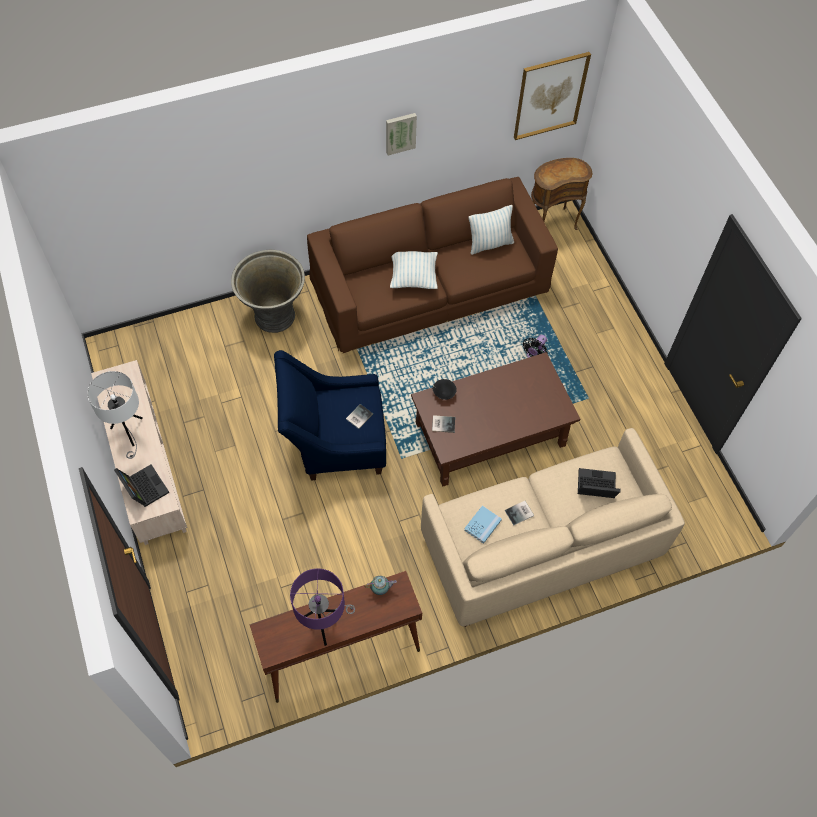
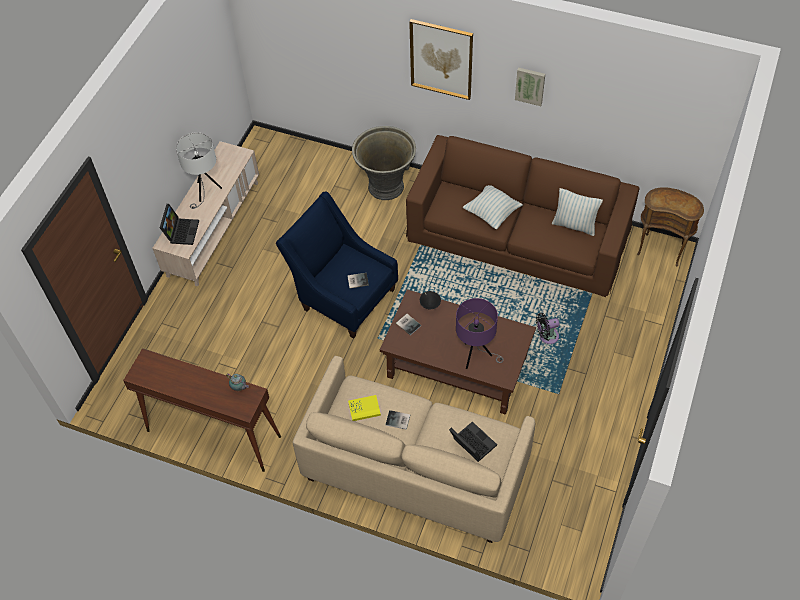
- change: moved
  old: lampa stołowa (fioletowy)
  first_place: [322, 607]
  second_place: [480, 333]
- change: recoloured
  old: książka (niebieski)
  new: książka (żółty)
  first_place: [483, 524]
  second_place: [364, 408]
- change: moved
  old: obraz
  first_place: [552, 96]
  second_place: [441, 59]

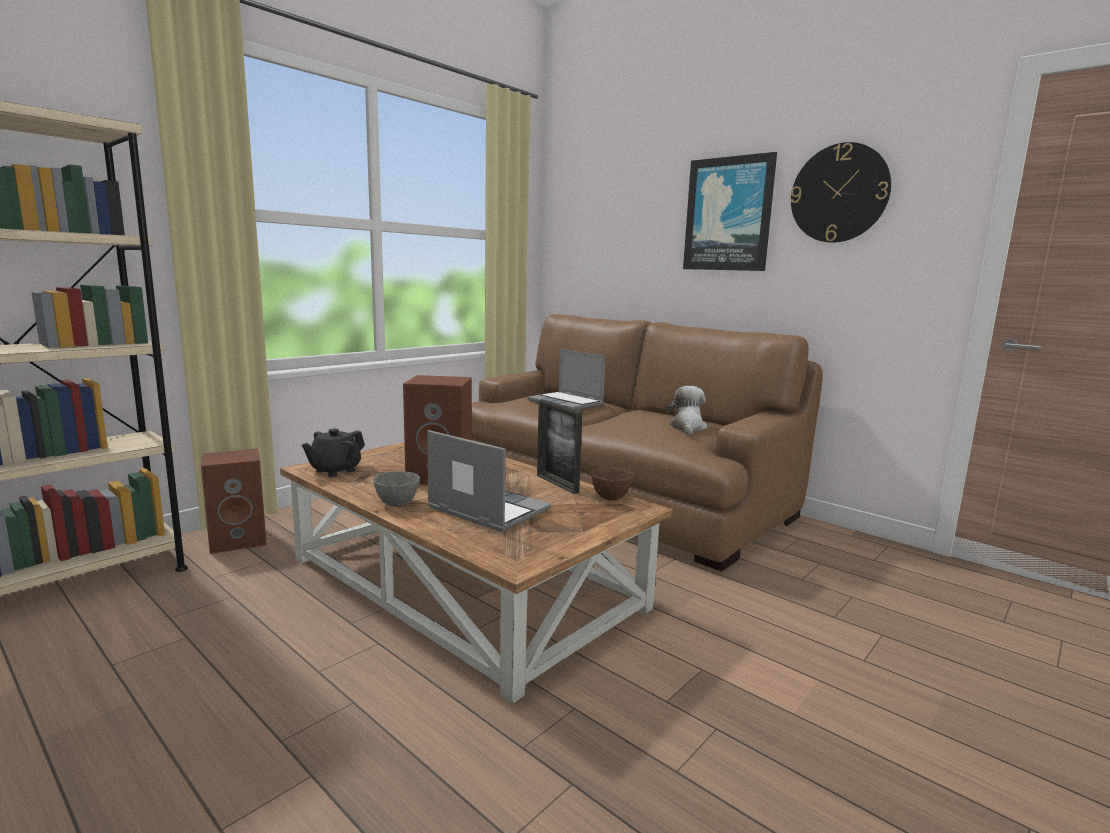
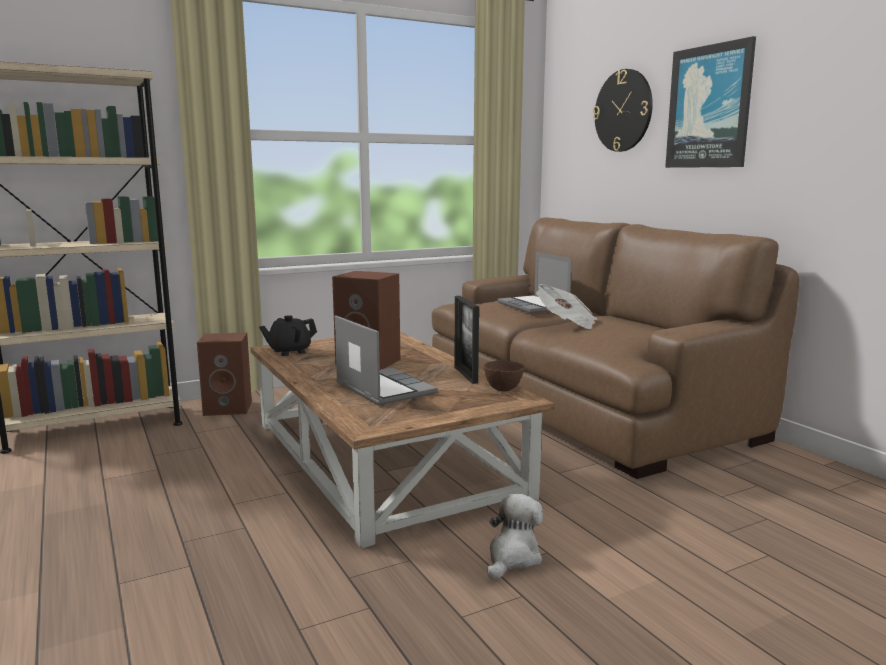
- change: removed
  old: miska (szary)
  first_place: [396, 489]
- change: moved
  old: pluszak
  first_place: [687, 410]
  second_place: [515, 536]
- change: moved
  old: zegar ścienny
  first_place: [840, 192]
  second_place: [623, 110]
- change: added
  new: gazeta
  second_place: [566, 306]

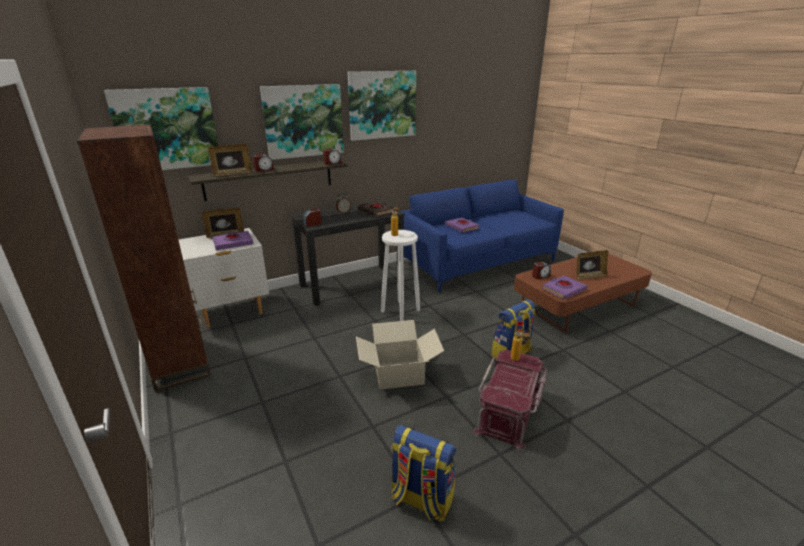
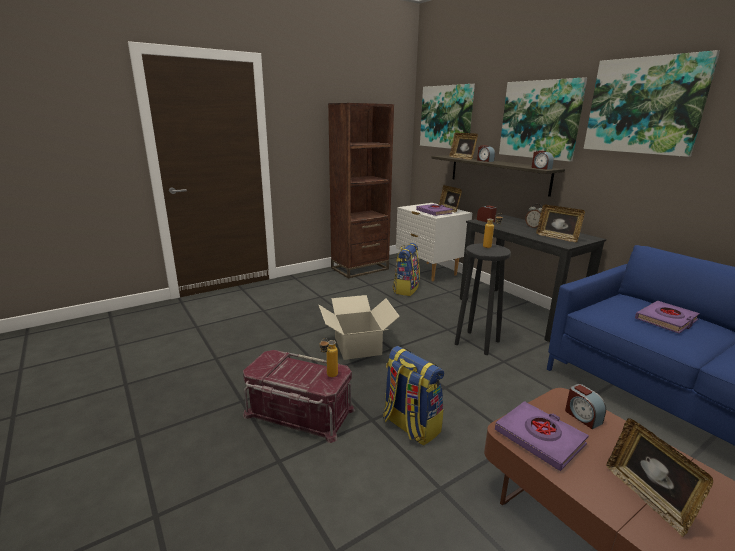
- change: replaced
  old: książka (czarny)
  new: ramka na zdjęcie
  first_place: [376, 209]
  second_place: [560, 223]
- change: recoloured
  old: stołek (biały)
  new: stołek (czarny)
  first_place: [400, 275]
  second_place: [483, 299]
- change: moved
  old: plecak
  first_place: [424, 473]
  second_place: [406, 269]

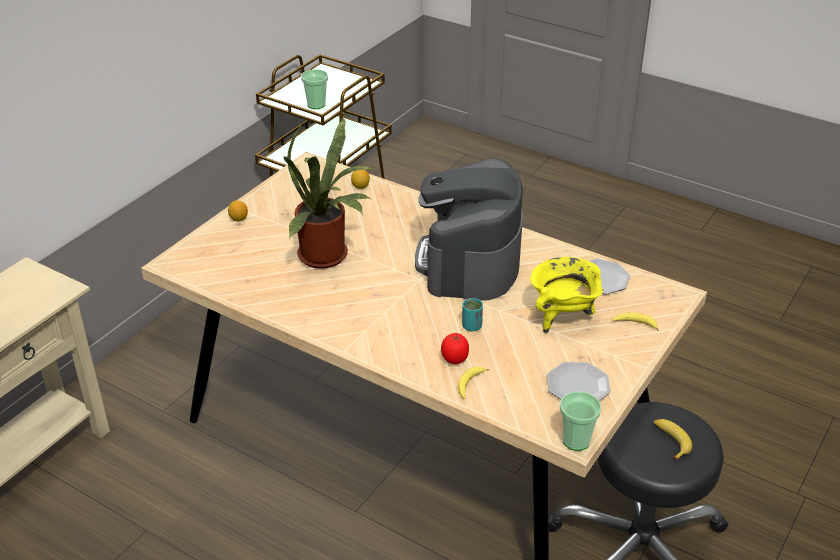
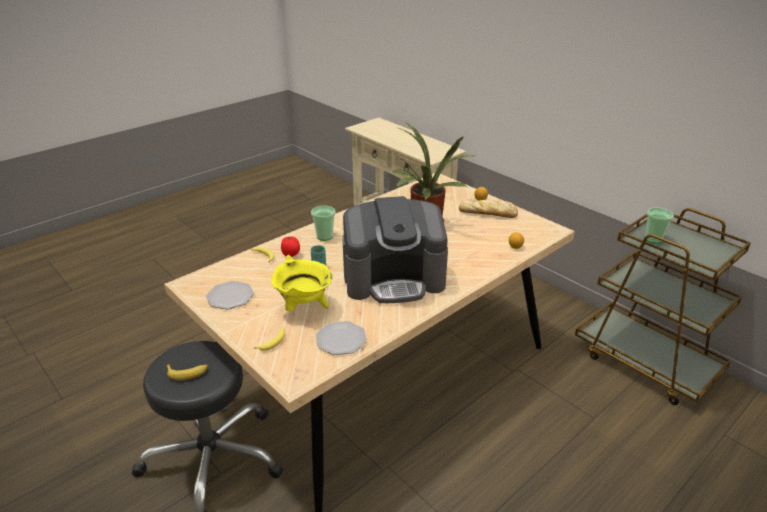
- change: turned
  old: ekspres do kawy
  first_place: [469, 229]
  second_place: [395, 249]
  degrees: 150
- change: moved
  old: filiżanka
  first_place: [581, 421]
  second_place: [323, 223]
- change: added
  new: chleb
  second_place: [488, 208]

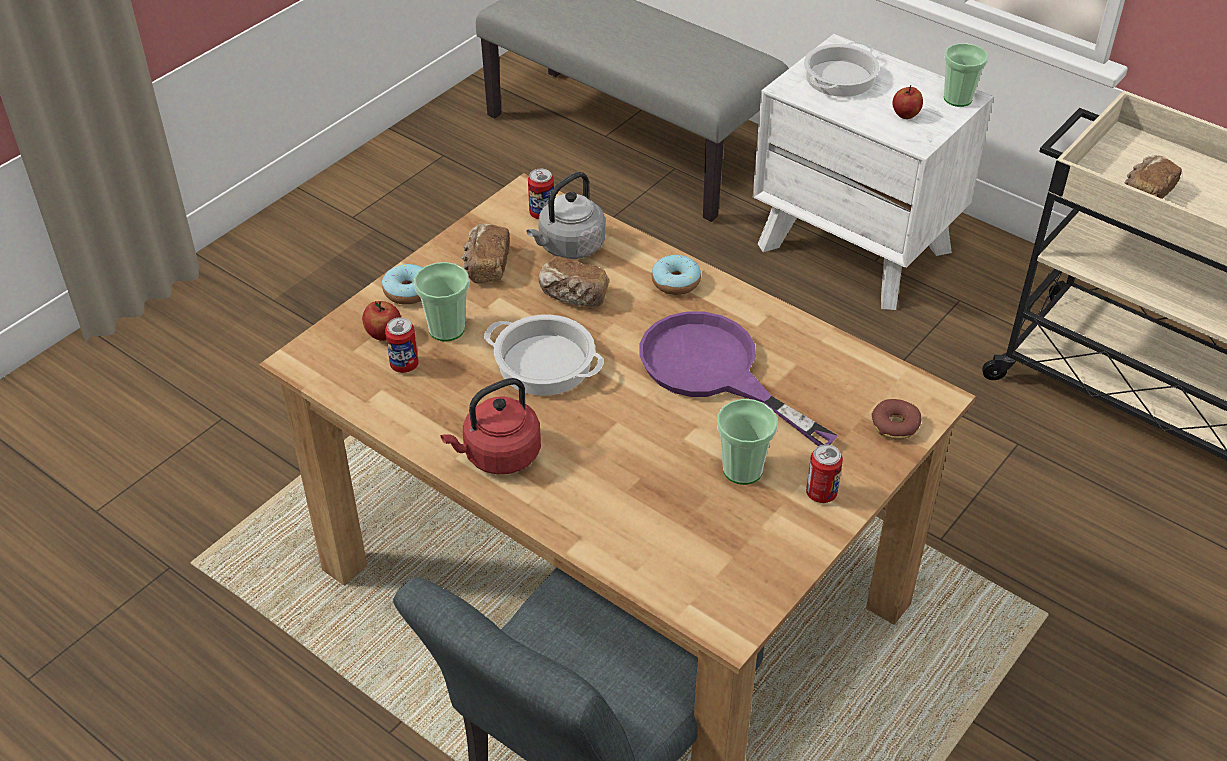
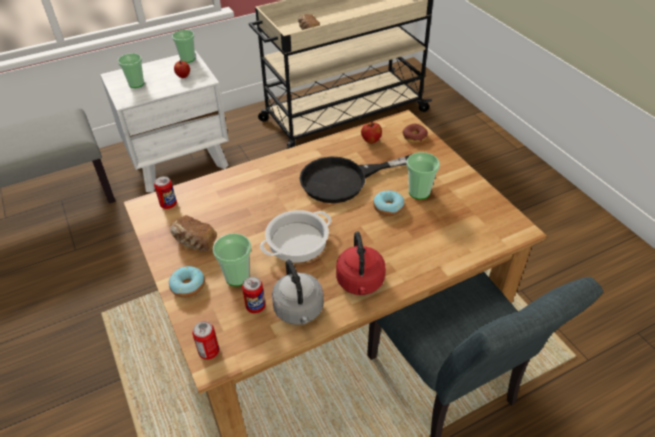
- change: moved
  old: jabłko
  first_place: [381, 321]
  second_place: [371, 132]
- change: moved
  old: czajnik (szary)
  first_place: [565, 215]
  second_place: [298, 292]
- change: removed
  old: chleb
  first_place: [574, 281]
- change: recoloured
  old: patelnia (fioletowy)
  new: patelnia (czarny)
  first_place: [739, 379]
  second_place: [355, 178]
- change: moved
  old: donut
  first_place: [676, 275]
  second_place: [389, 203]
- change: replaced
  old: garnek
  new: filiżanka
  first_place: [842, 69]
  second_place: [131, 70]
- change: moved
  old: puszka
  first_place: [824, 473]
  second_place: [205, 340]

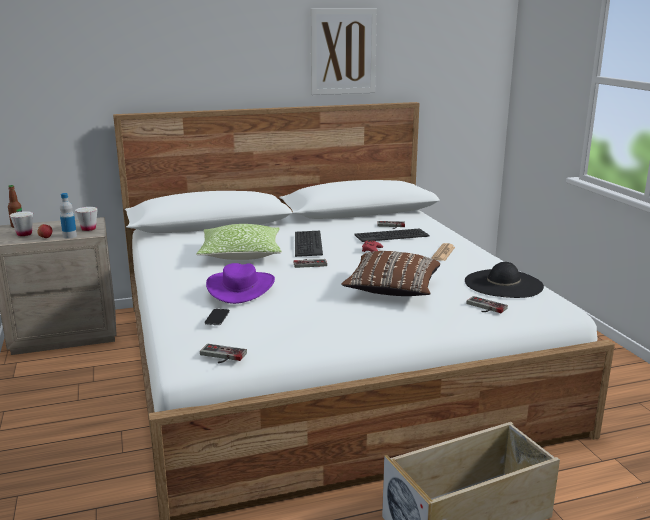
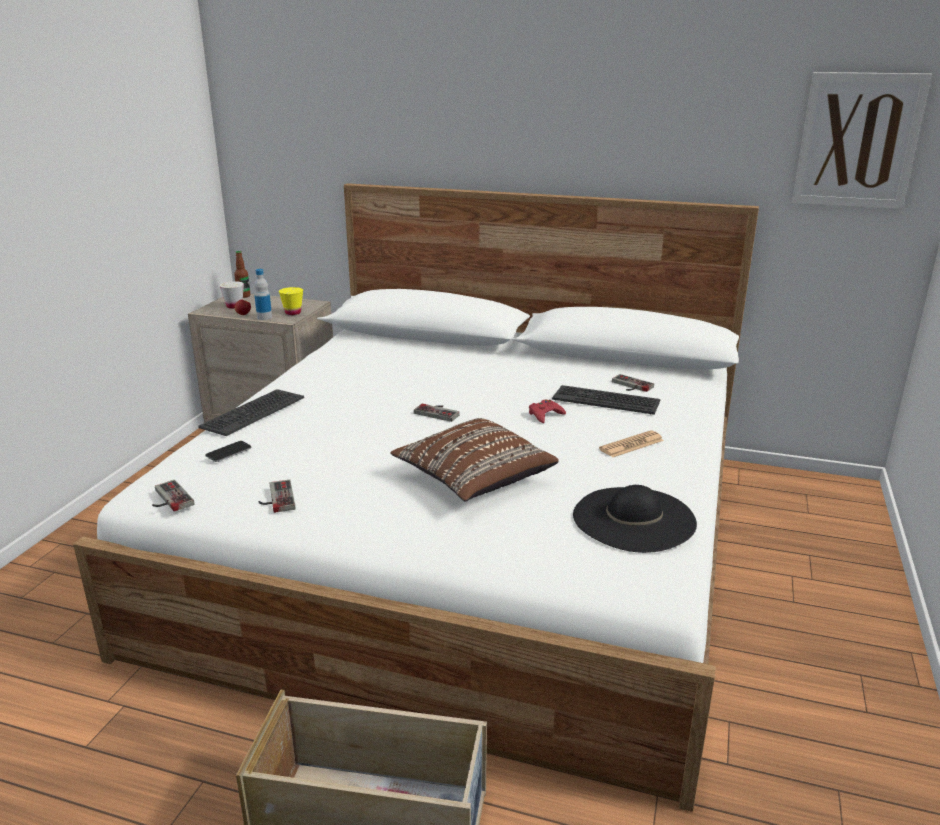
- change: recoloured
  old: filiżanka (biały)
  new: filiżanka (żółty)
  first_place: [86, 219]
  second_place: [291, 301]
- change: removed
  old: poduszka
  first_place: [239, 242]
- change: removed
  old: kapelusz (fioletowy)
  first_place: [240, 283]
- change: moved
  old: klawiatura
  first_place: [309, 244]
  second_place: [251, 412]
- change: moved
  old: obraz
  first_place: [344, 51]
  second_place: [862, 140]
- change: moved
  old: pad do gier
  first_place: [487, 304]
  second_place: [277, 496]

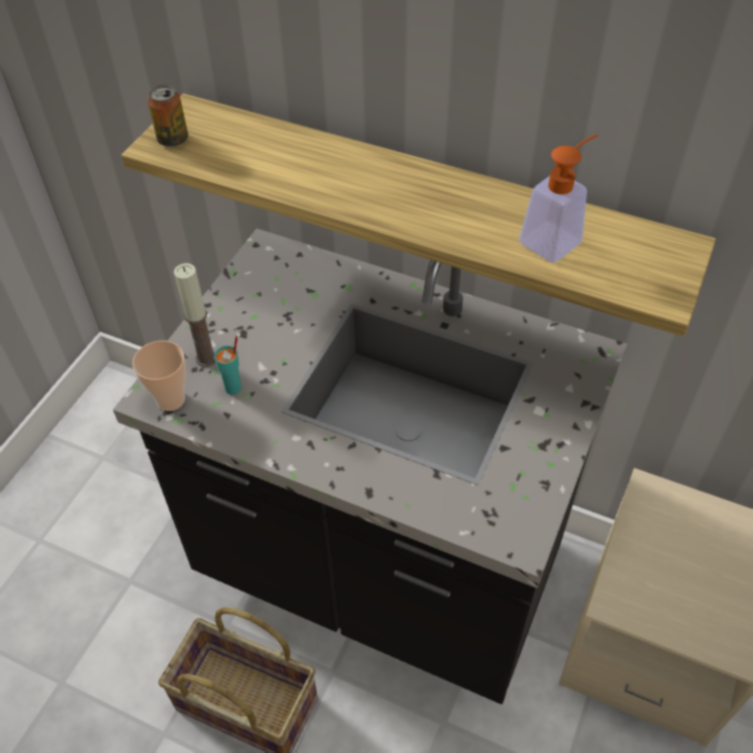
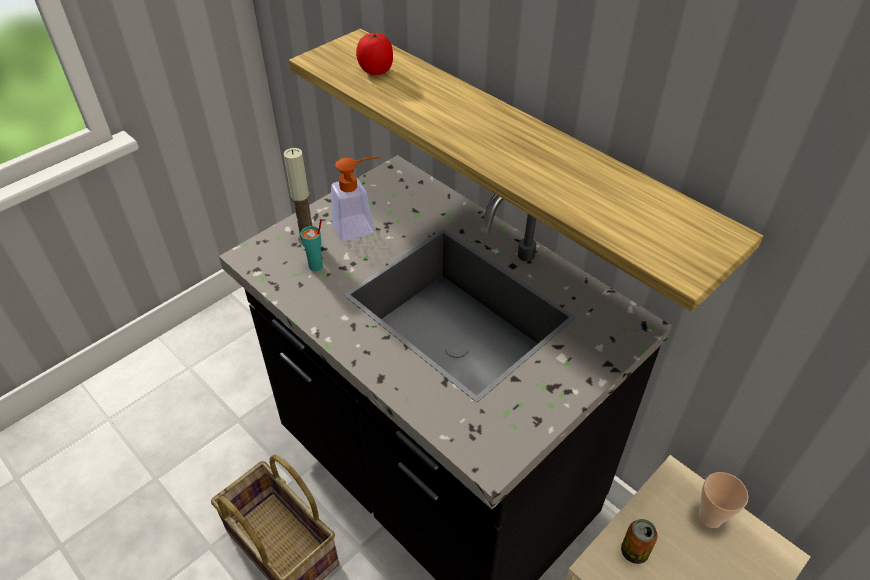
- change: moved
  old: filiżanka
  first_place: [159, 376]
  second_place: [723, 500]
- change: moved
  old: puszka
  first_place: [167, 116]
  second_place: [639, 541]
- change: moved
  old: dozownik mydła
  first_place: [558, 198]
  second_place: [355, 198]
- change: added
  new: pomidor
  second_place: [374, 53]

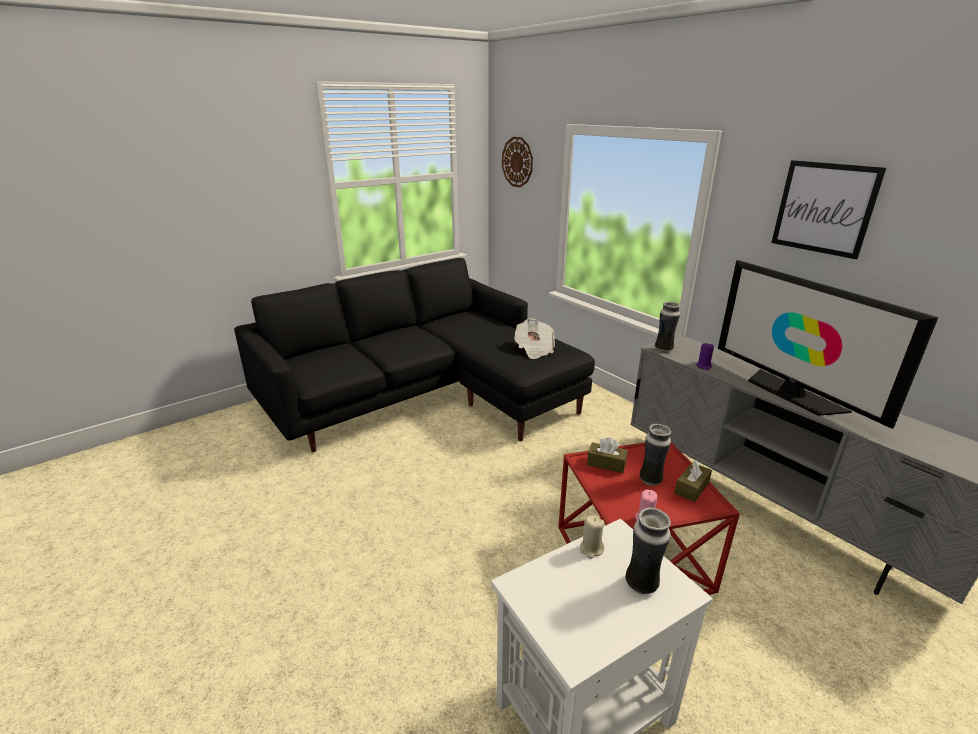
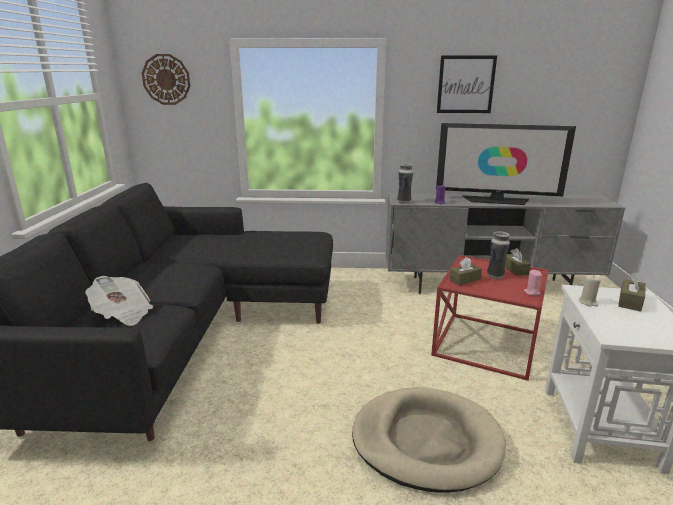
- change: moved
  old: gazeta
  first_place: [534, 338]
  second_place: [119, 301]
- change: replaced
  old: wazon
  new: pudełko chusteczek (brązowy)
  first_place: [648, 551]
  second_place: [632, 292]
- change: added
  new: legowisko (beżowy)
  second_place: [429, 440]

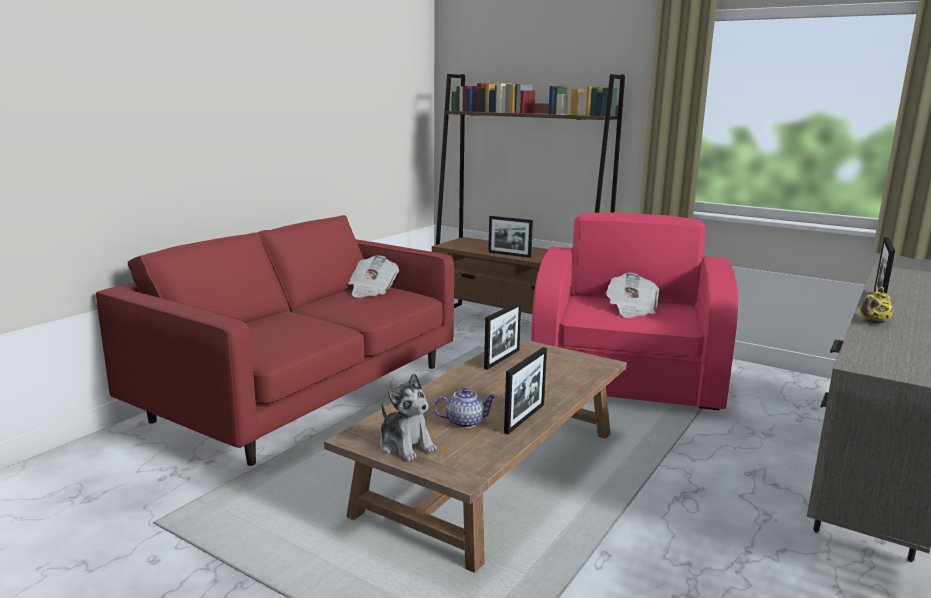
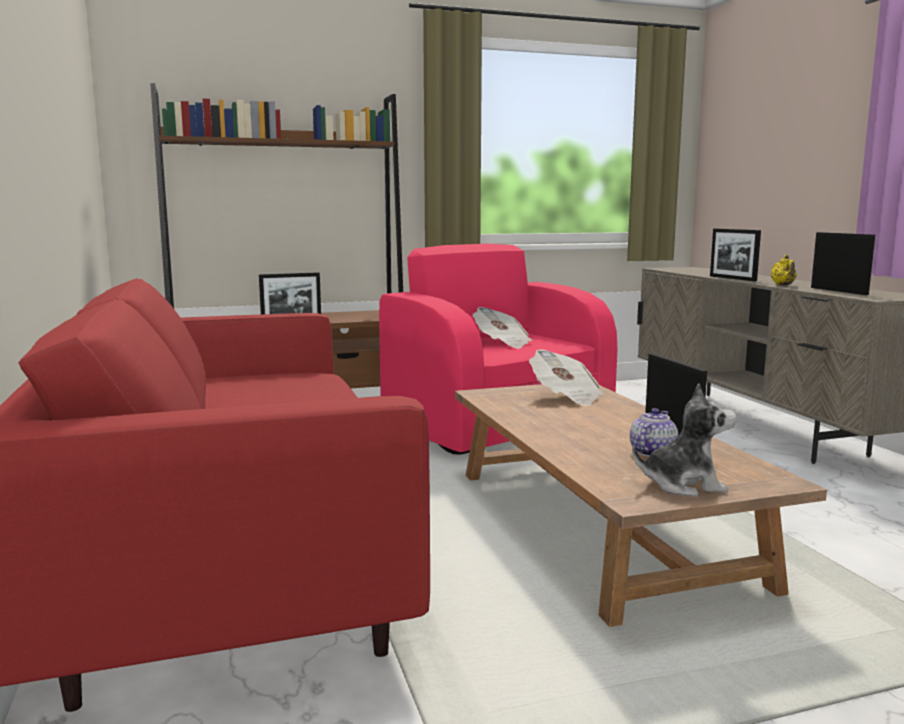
- change: moved
  old: gazeta
  first_place: [373, 276]
  second_place: [566, 377]
- change: moved
  old: ramka na zdjęcie
  first_place: [502, 336]
  second_place: [843, 263]

